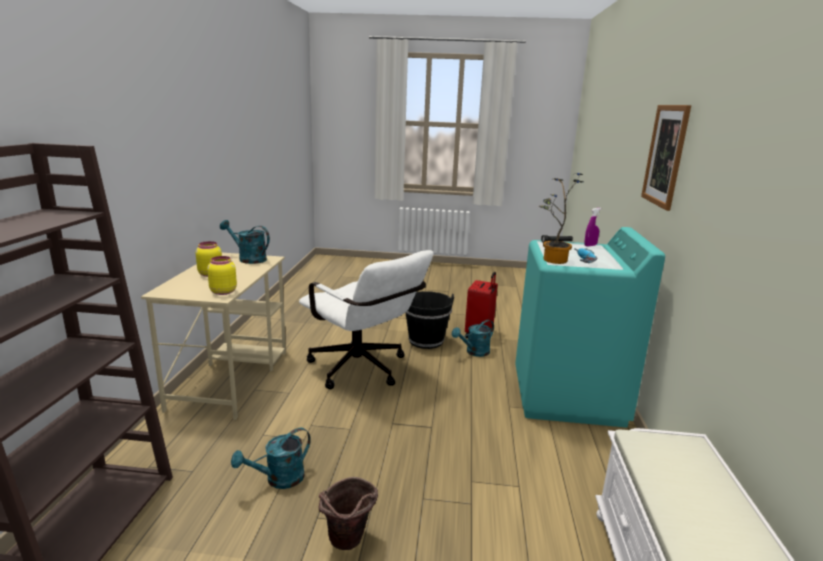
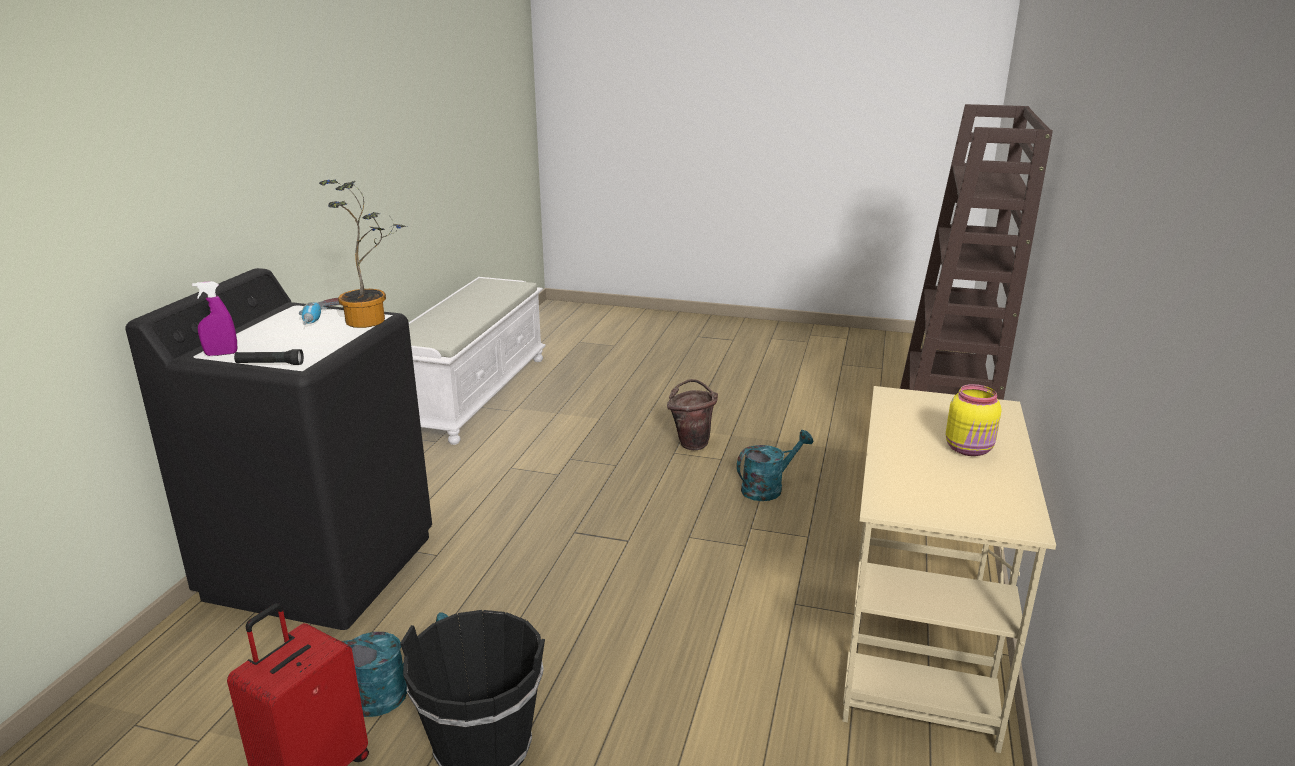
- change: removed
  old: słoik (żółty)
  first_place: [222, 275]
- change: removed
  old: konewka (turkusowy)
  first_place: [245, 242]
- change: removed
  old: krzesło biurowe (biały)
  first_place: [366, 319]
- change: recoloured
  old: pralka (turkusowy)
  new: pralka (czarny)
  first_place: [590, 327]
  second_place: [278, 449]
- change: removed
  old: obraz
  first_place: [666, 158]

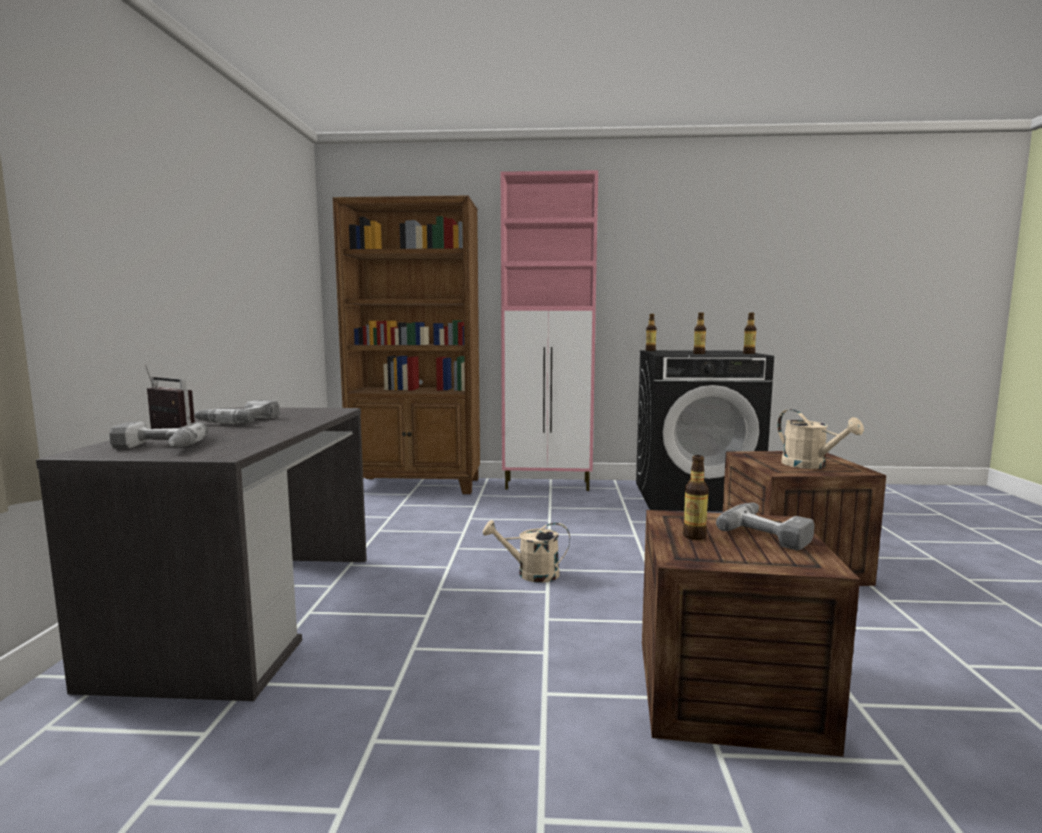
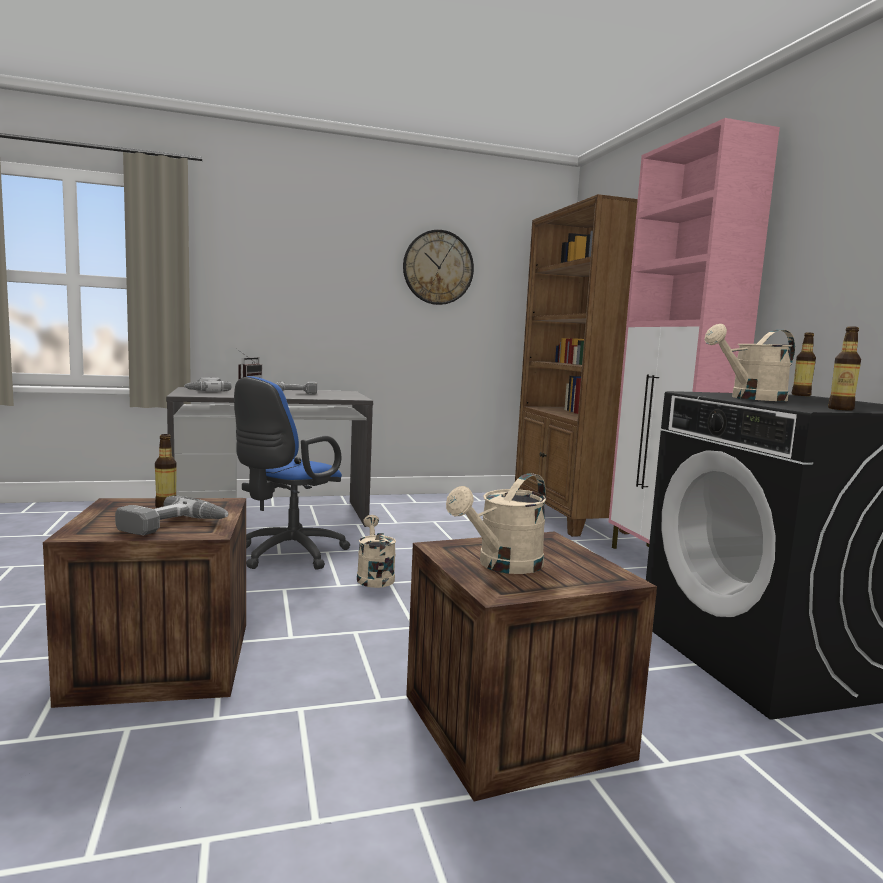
- change: replaced
  old: butelka
  new: konewka (beżowy)
  first_place: [699, 333]
  second_place: [750, 362]
- change: added
  new: krzesło biurowe (niebieski)
  second_place: [292, 473]
- change: added
  new: zegar ścienny
  second_place: [438, 267]

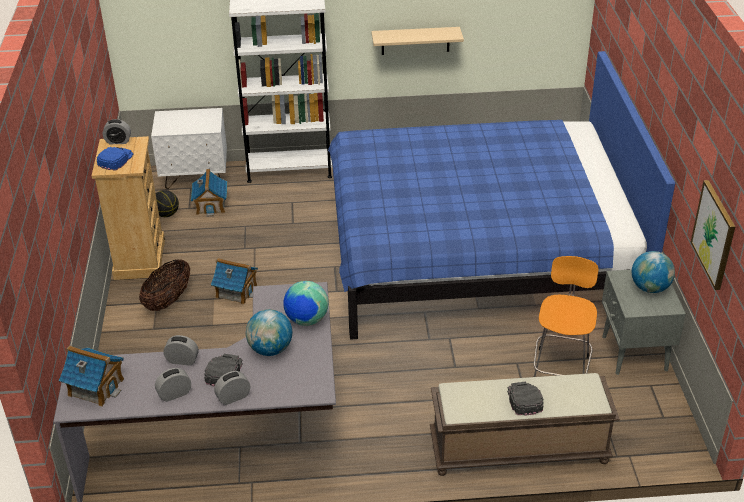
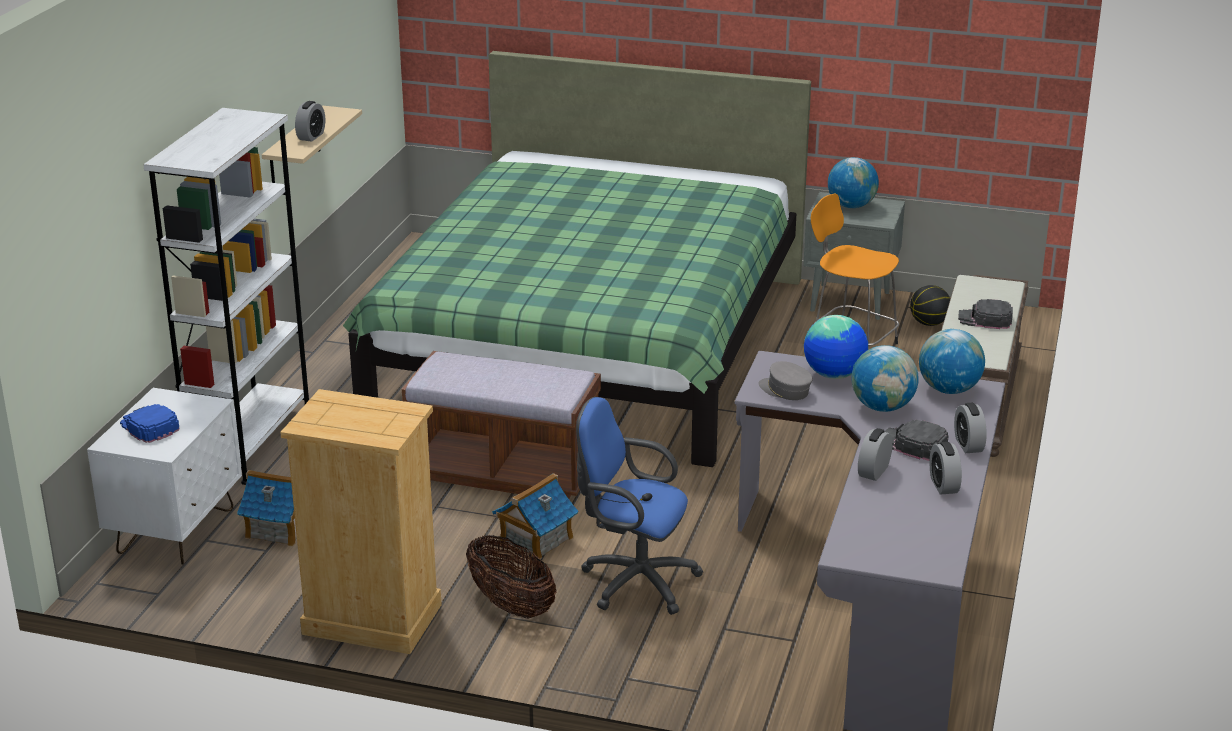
- change: removed
  old: domek
  first_place: [91, 376]
- change: moved
  old: czapka z daszkiem (niebieski)
  first_place: [115, 159]
  second_place: [150, 423]
- change: moved
  old: budzik
  first_place: [117, 131]
  second_place: [310, 121]
- change: moved
  old: piłka do koszykówki
  first_place: [167, 203]
  second_place: [930, 305]
- change: recoloured
  old: łóżko (niebieski)
  new: łóżko (zielony)
  first_place: [501, 195]
  second_place: [577, 259]
- change: removed
  old: obraz
  first_place: [713, 235]
- change: added
  new: ławka (brązowy)
  second_place: [501, 425]
- change: added
  new: krzesło biurowe (niebieski)
  second_place: [639, 506]
- change: added
  new: czapka z daszkiem (szary)
  second_place: [785, 380]
- change: added
  new: globus
  second_place: [952, 361]

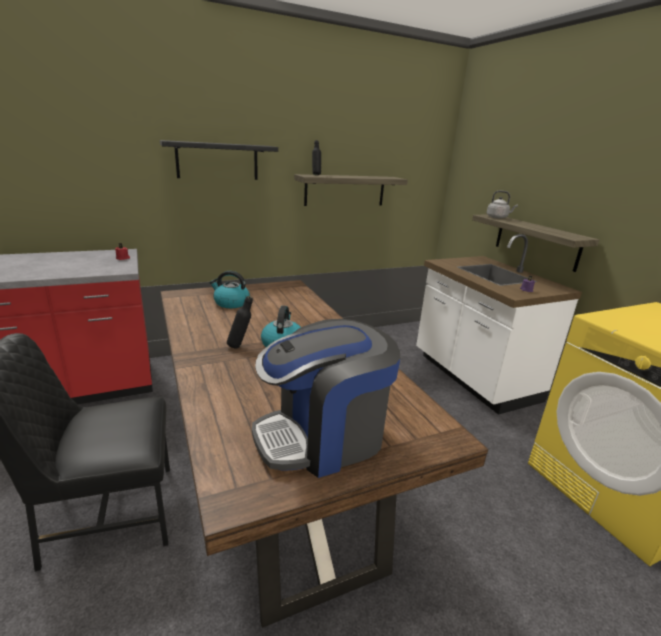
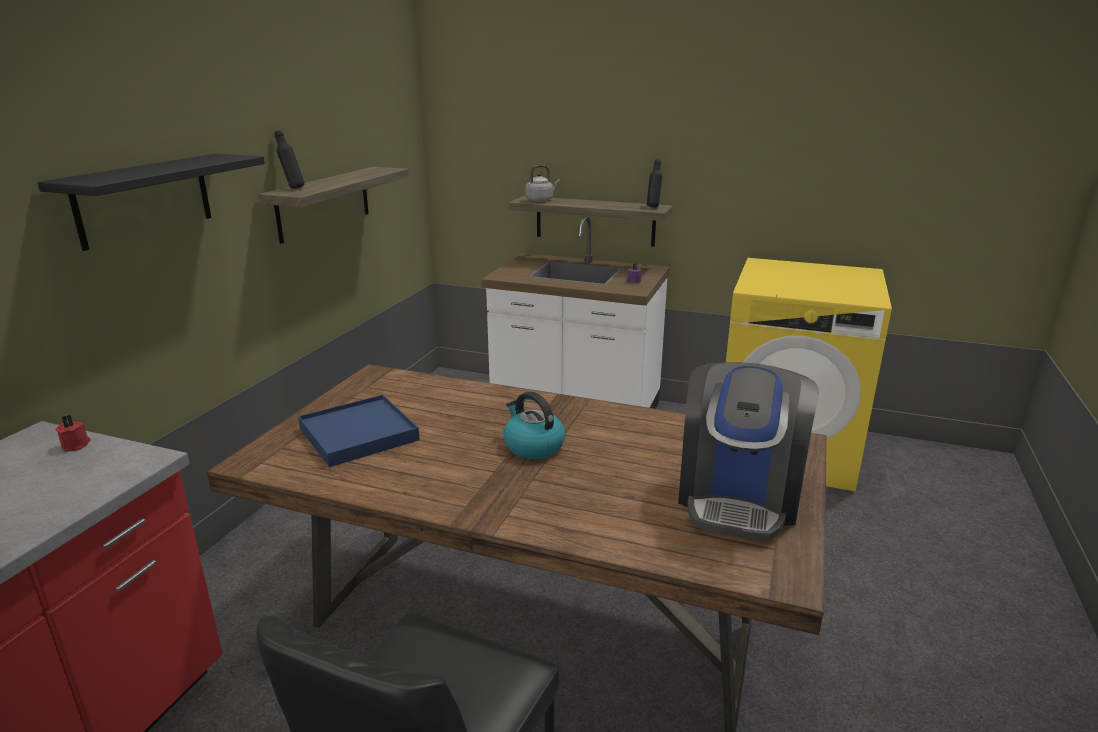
- change: replaced
  old: czajnik
  new: taca (niebieski)
  first_place: [229, 289]
  second_place: [359, 431]
- change: moved
  old: butelka (czarny)
  first_place: [240, 322]
  second_place: [654, 183]

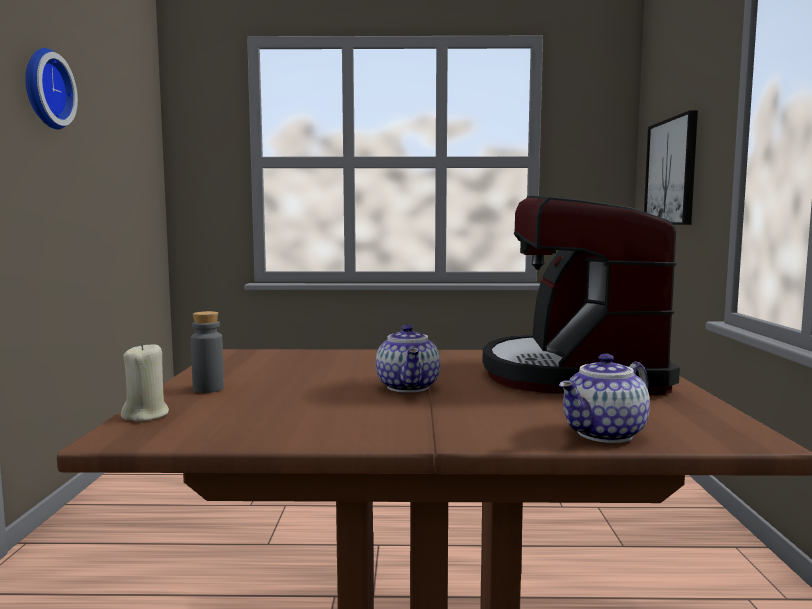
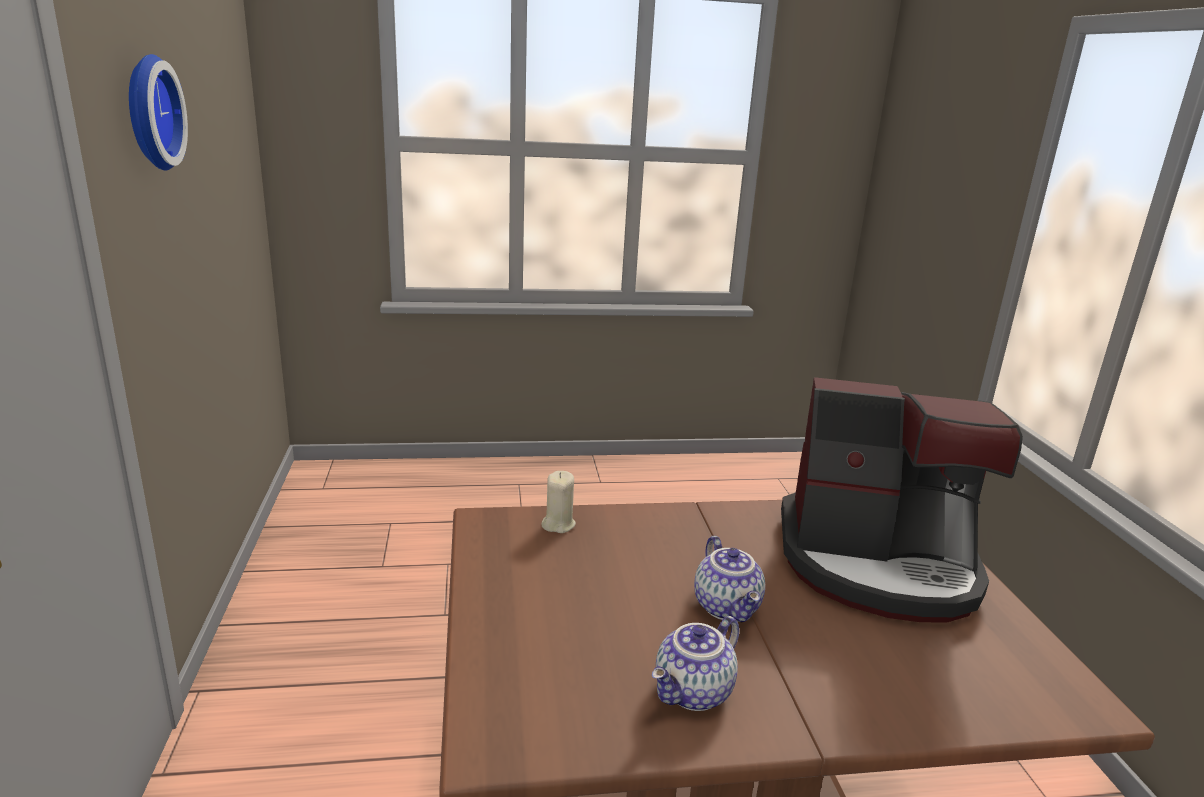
- change: moved
  old: świeca (beżowy)
  first_place: [145, 381]
  second_place: [558, 502]
- change: removed
  old: butelka (szary)
  first_place: [207, 352]
- change: turned
  old: ekspres do kawy
  first_place: [581, 295]
  second_place: [902, 500]
  degrees: -75
- change: moved
  old: imbryk
  first_place: [604, 398]
  second_place: [695, 663]
- change: removed
  old: obraz
  first_place: [671, 167]

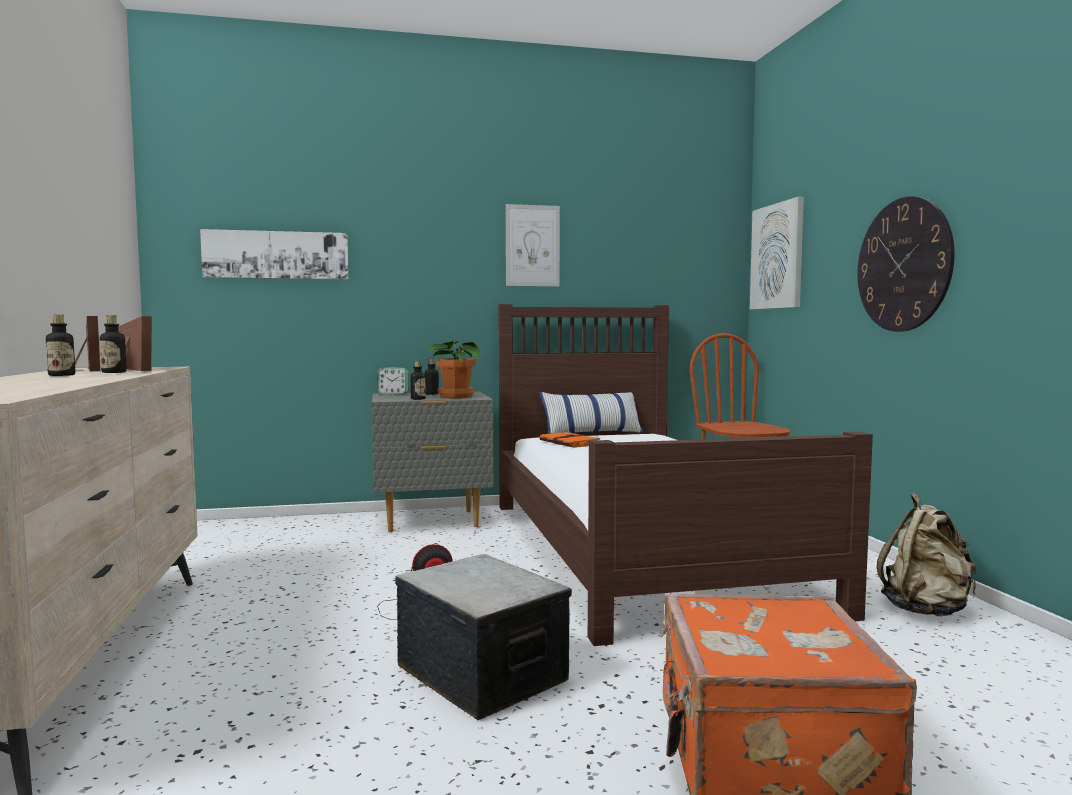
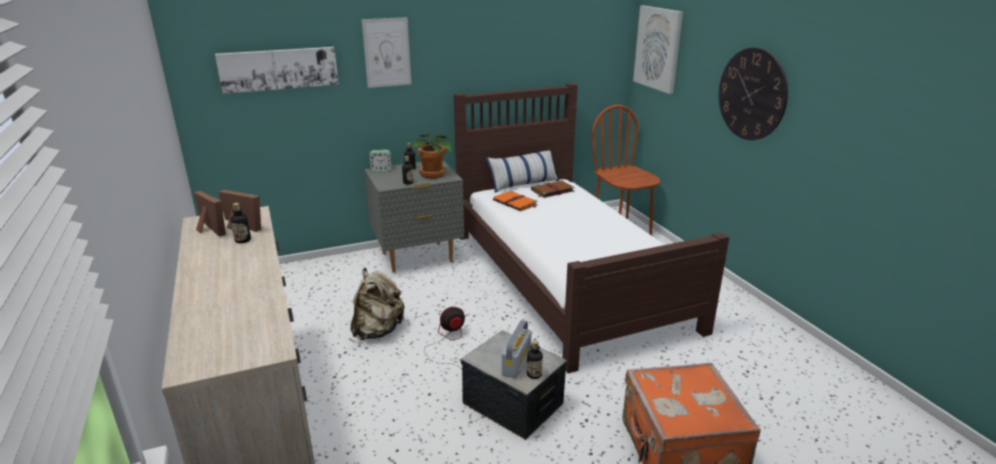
- change: moved
  old: butelka
  first_place: [60, 345]
  second_place: [535, 359]
- change: moved
  old: obraz
  first_place: [533, 245]
  second_place: [386, 52]
- change: moved
  old: plecak (beżowy)
  first_place: [927, 554]
  second_place: [378, 304]
- change: added
  new: radio
  second_place: [516, 349]
- change: added
  new: książka (brązowy)
  second_place: [553, 189]

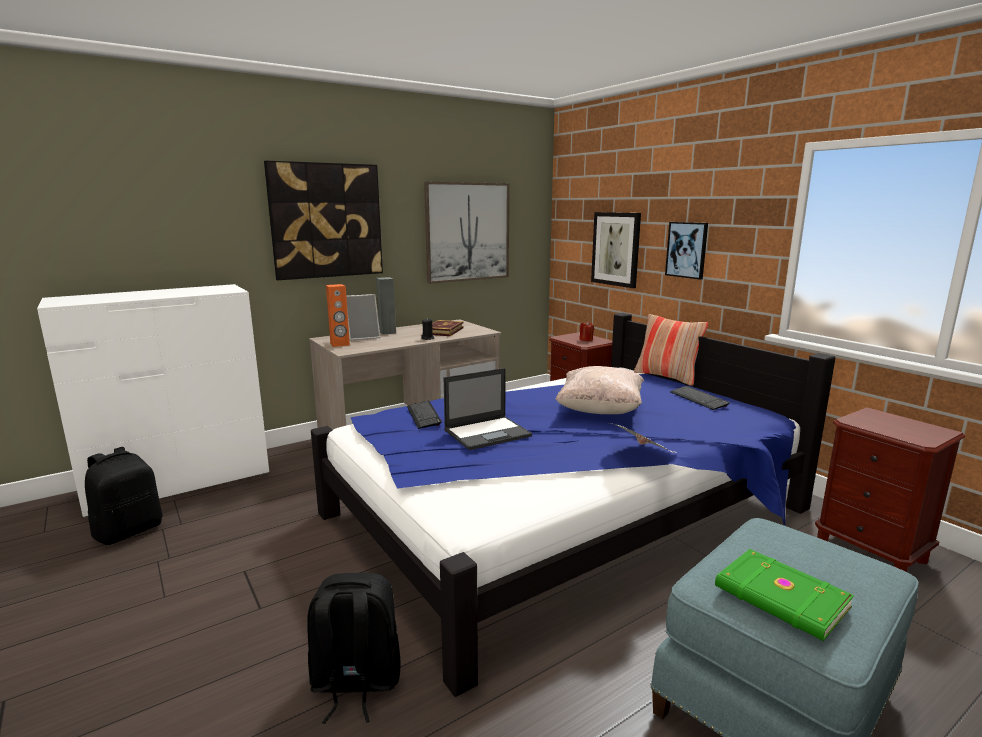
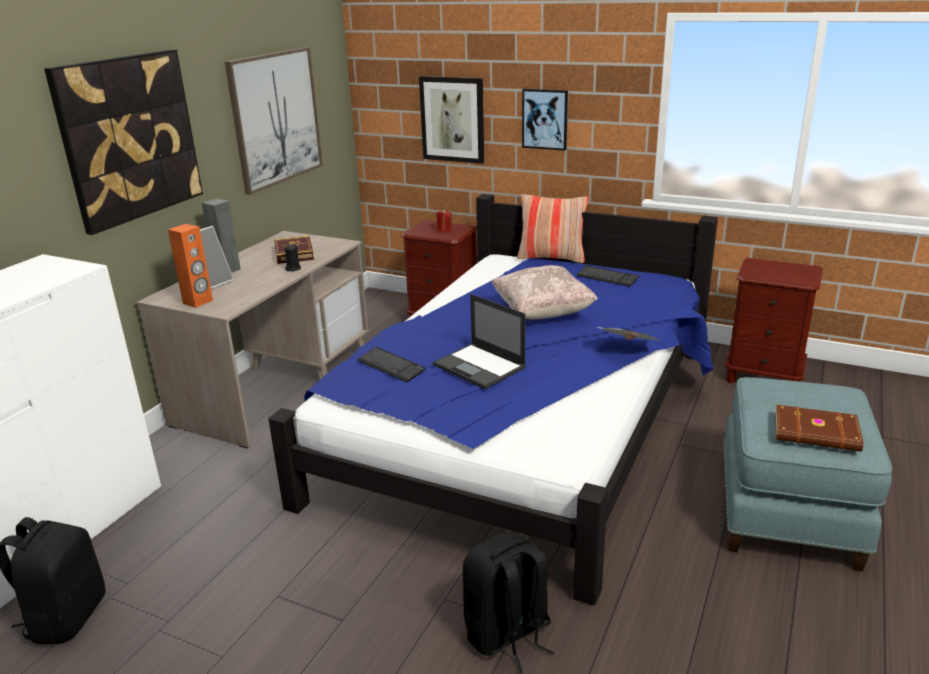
- change: turned
  old: laptop
  first_place: [488, 409]
  second_place: [479, 341]
  degrees: 105
- change: recoloured
  old: książka (zielony)
  new: książka (brązowy)
  first_place: [784, 595]
  second_place: [819, 428]

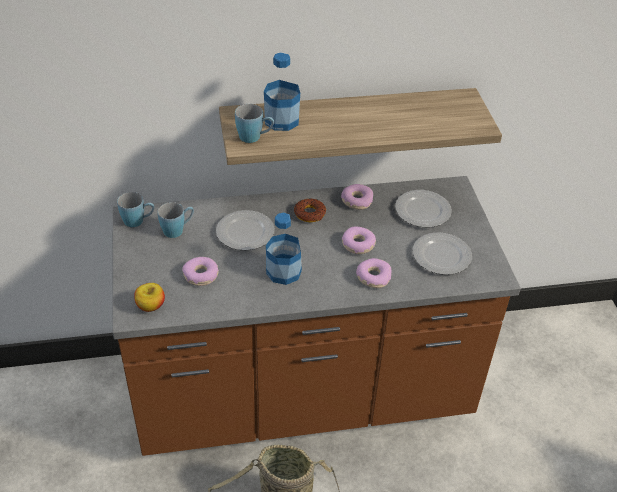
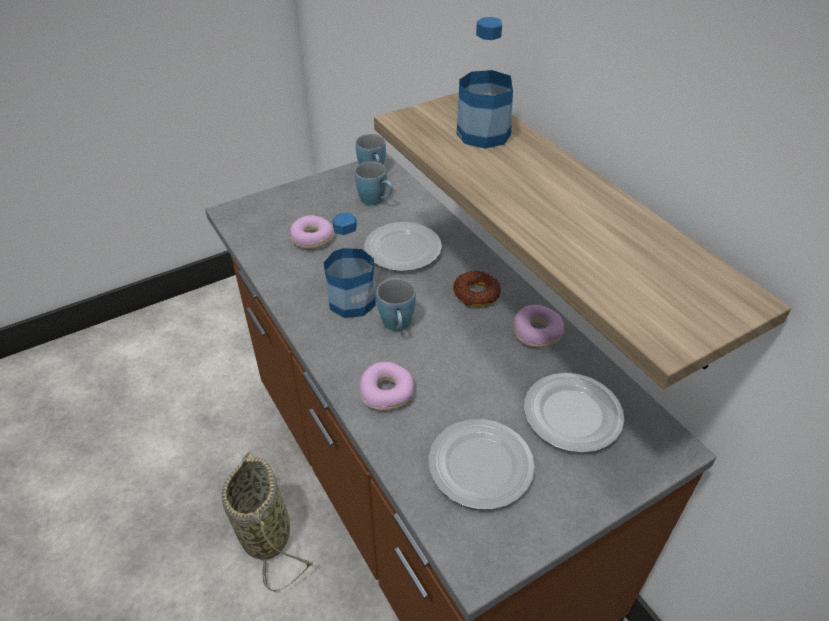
- change: removed
  old: jabłko
  first_place: [149, 297]
- change: moved
  old: kubek (niebieski)
  first_place: [254, 123]
  second_place: [396, 304]
- change: removed
  old: donut
  first_place: [359, 240]

